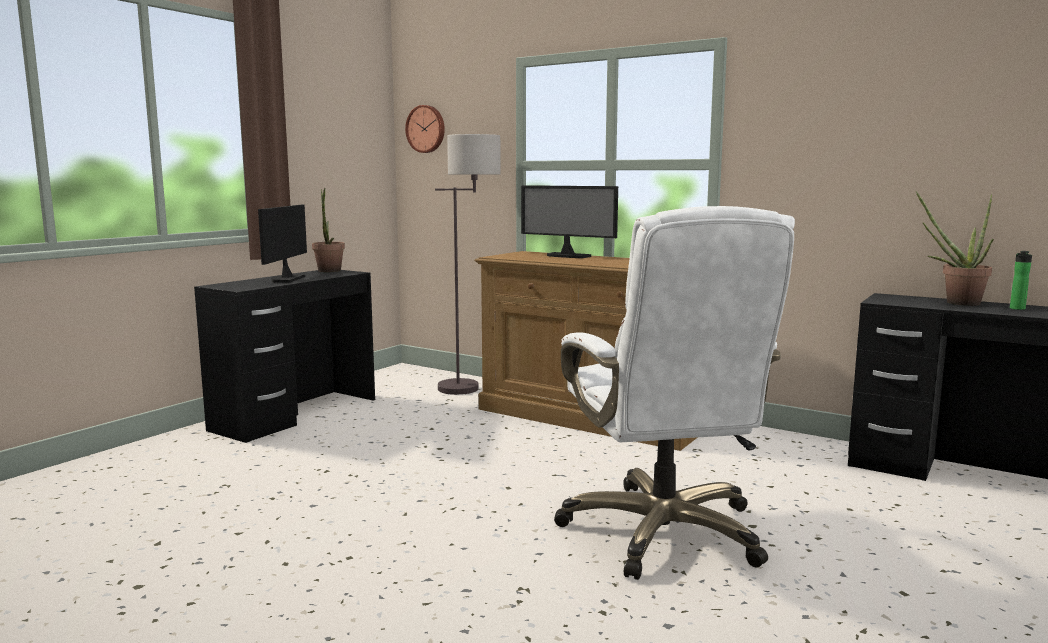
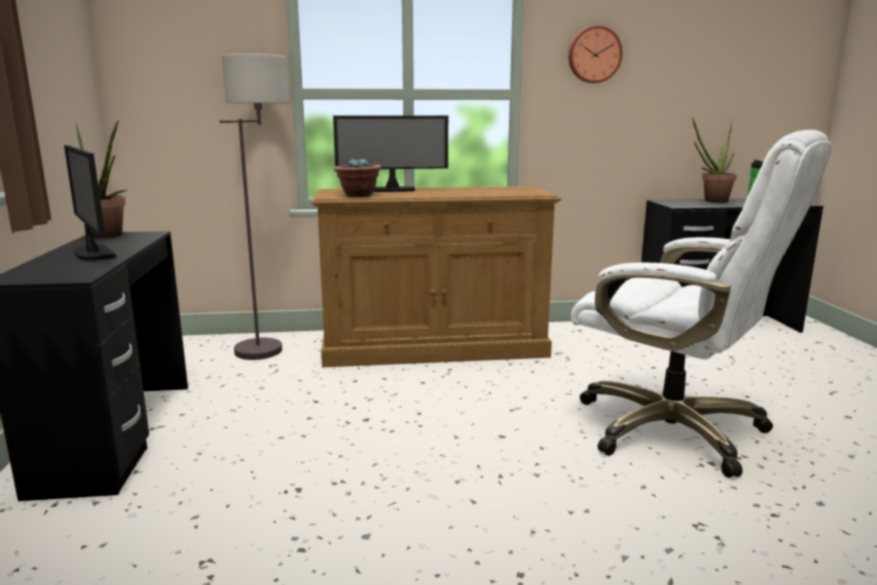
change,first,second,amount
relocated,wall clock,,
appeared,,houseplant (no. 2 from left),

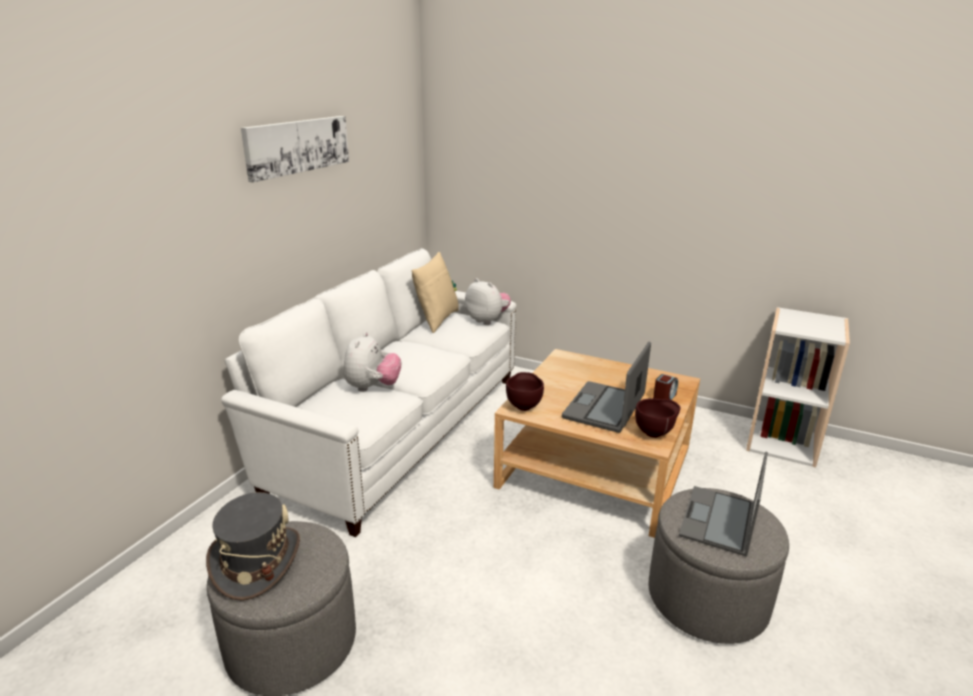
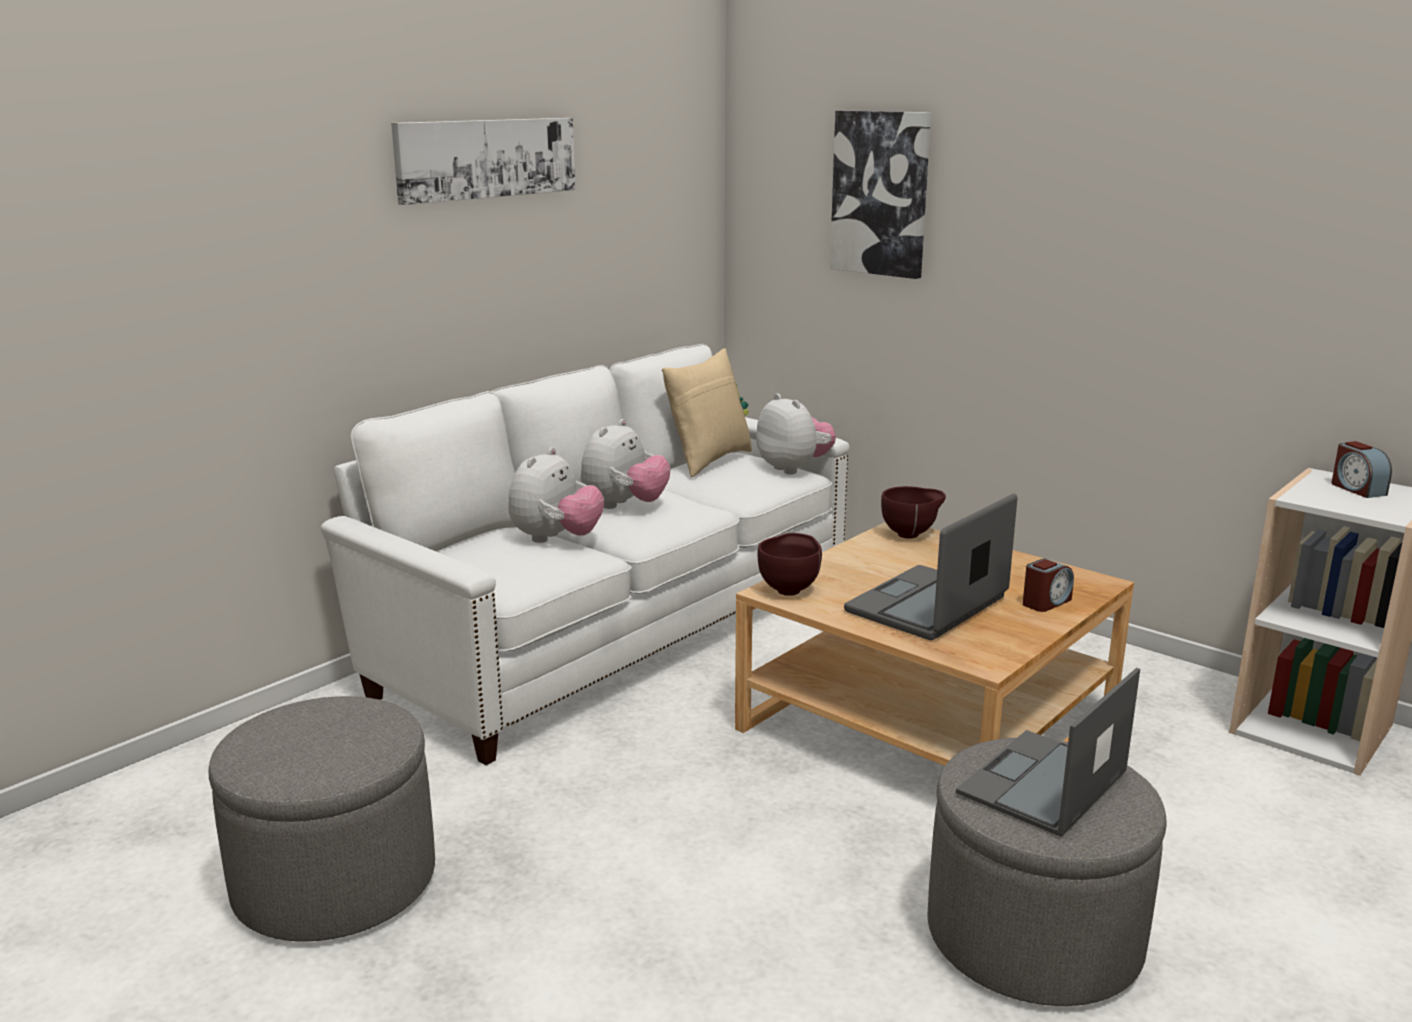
change,first,second,amount
missing,wearable hat (gray),,
relocated,serving bowl (brown-coloured) (no. 2 from left),,
appeared,,cuddly toy (no. 2 from left),
appeared,,wall art (no. 2 from left),
appeared,,bedside clock (no. 2 from left),

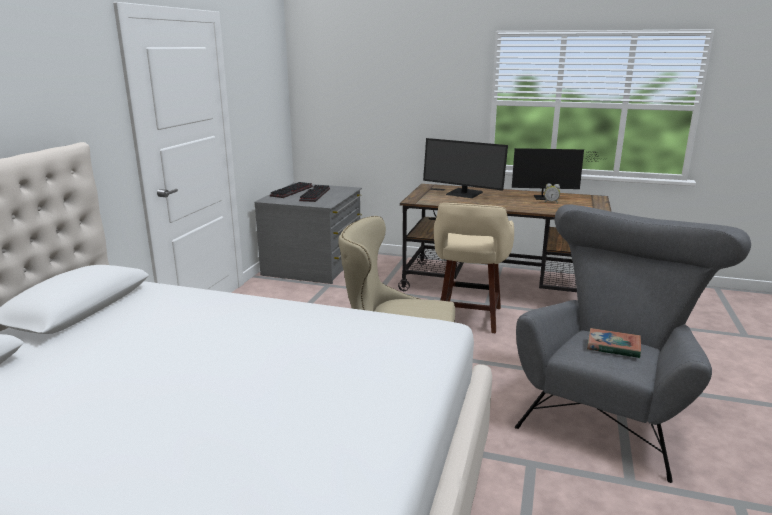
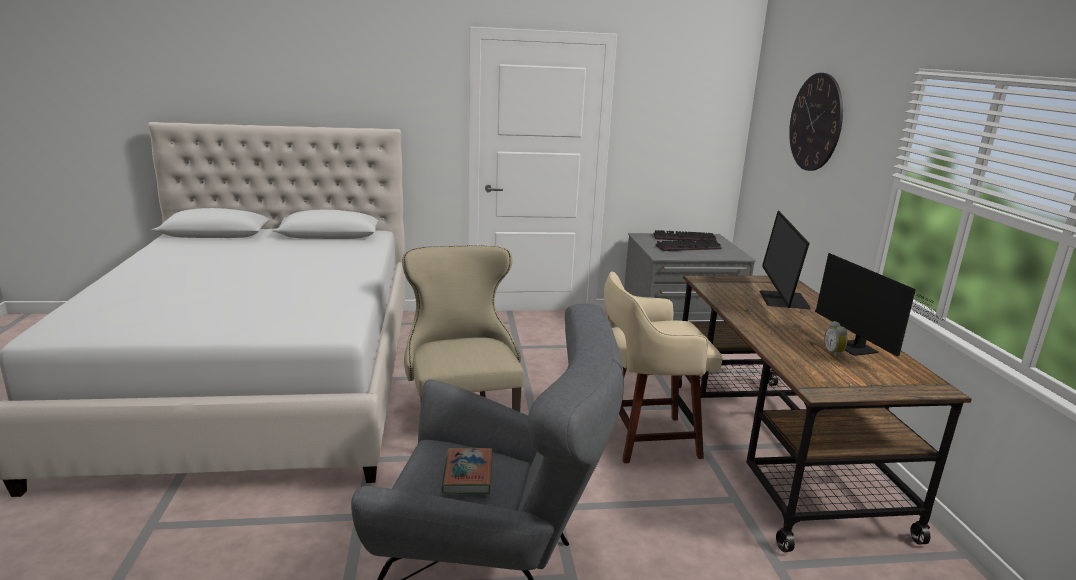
change,first,second,amount
appeared,,wall clock,

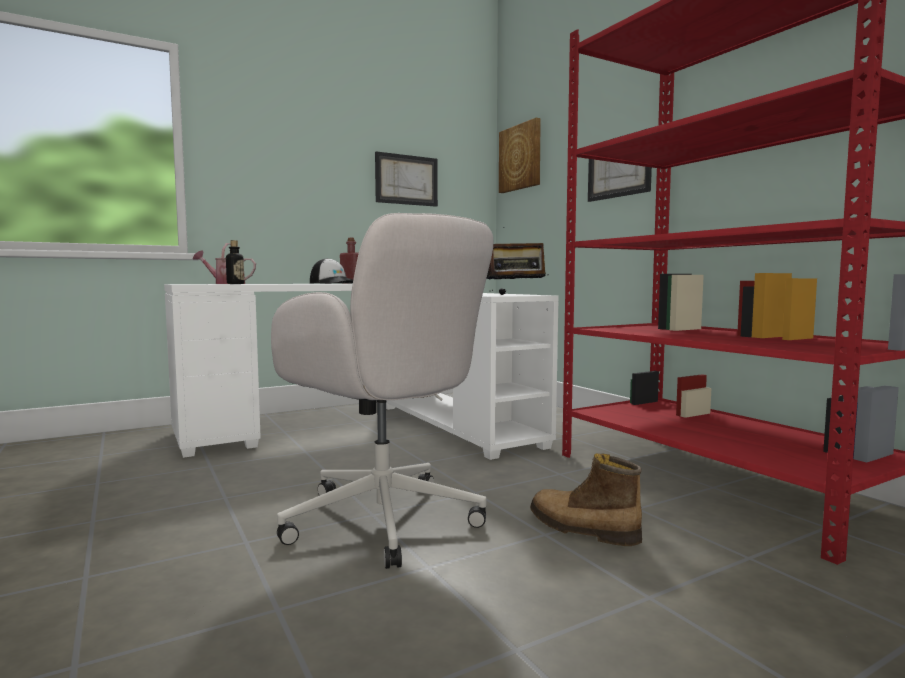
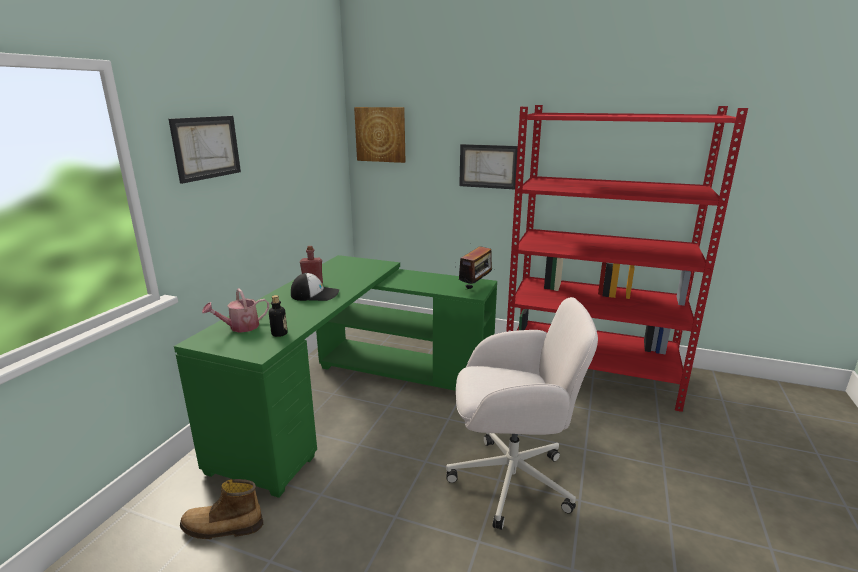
change,first,second,amount
colour,desk table (white-coloured),desk table (greenish),
relocated,wall art (no. 1 from left),,
relocated,tall boot,,

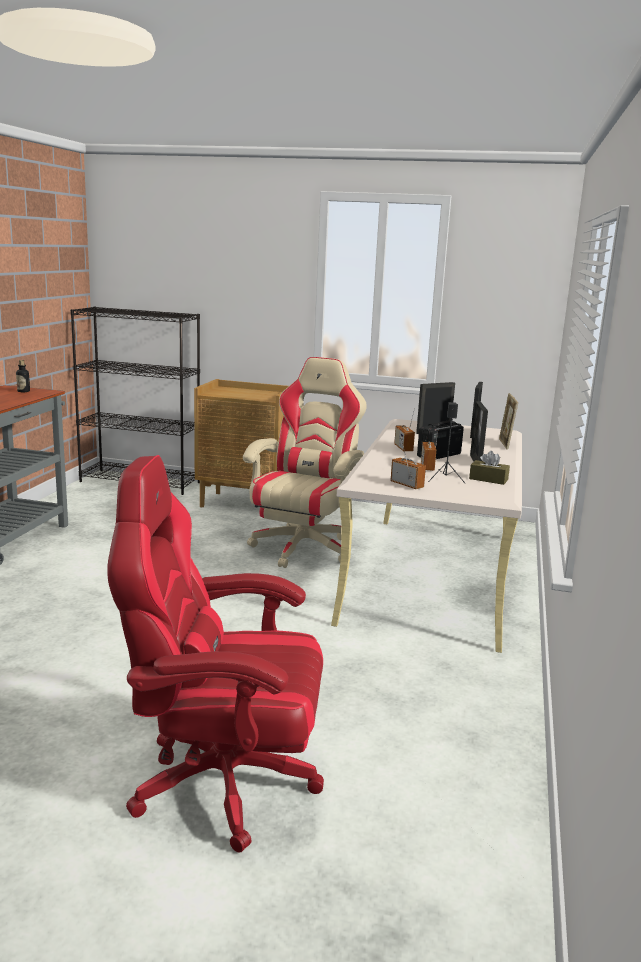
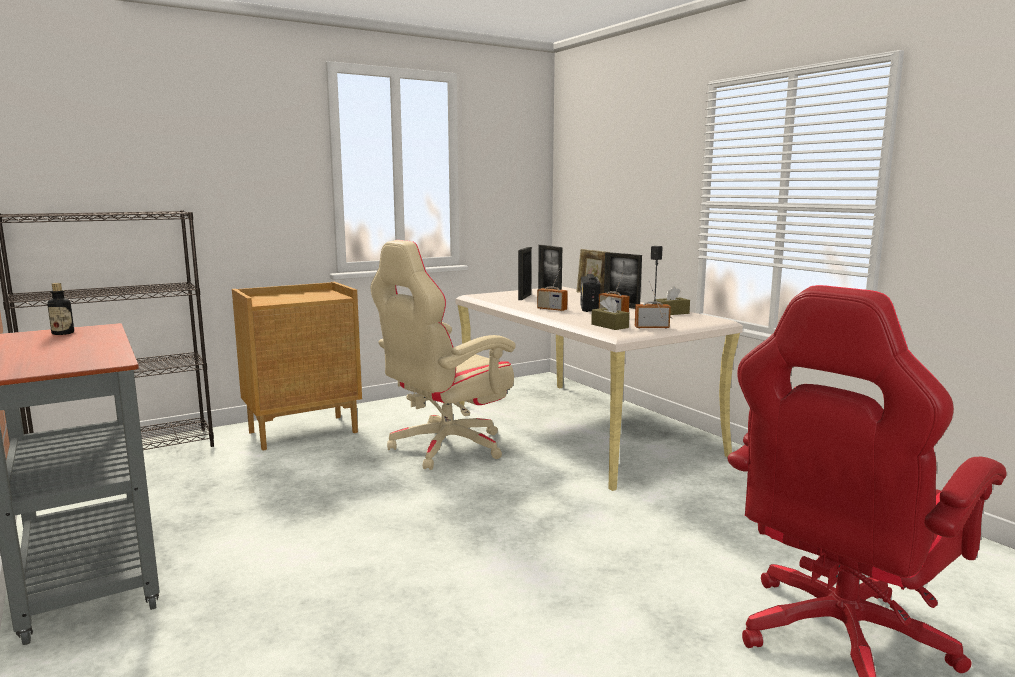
change,first,second,amount
spun,computer chair (sand-coloured),,105 degrees counterclockwise
appeared,,tissue holder (brown-coloured) (no. 1 from left),

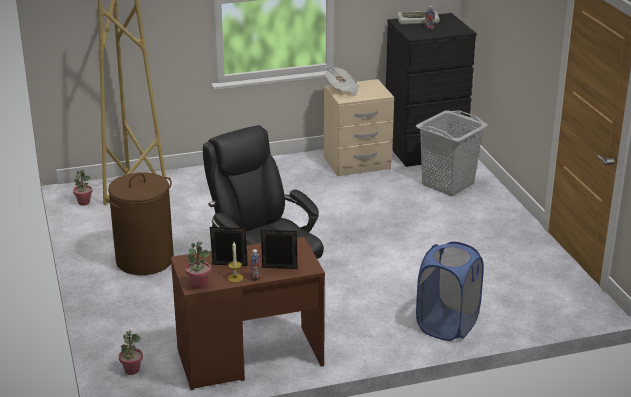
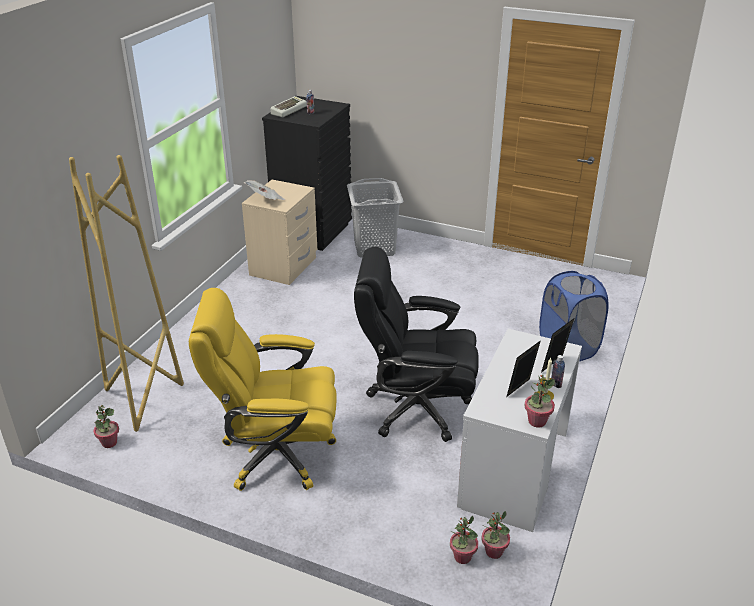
change,first,second,amount
exchanged,hamper (brown-coloured),computer chair (yellow),
colour,desk table (brown-coloured),desk table (white-coloured),
appeared,,houseplant (no. 3 from left),

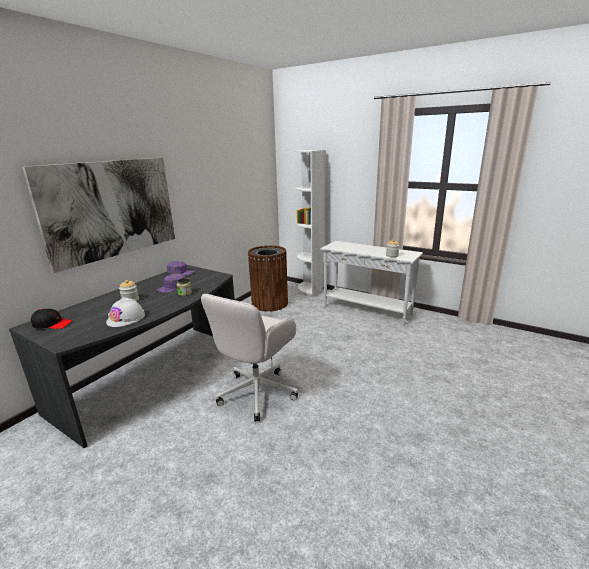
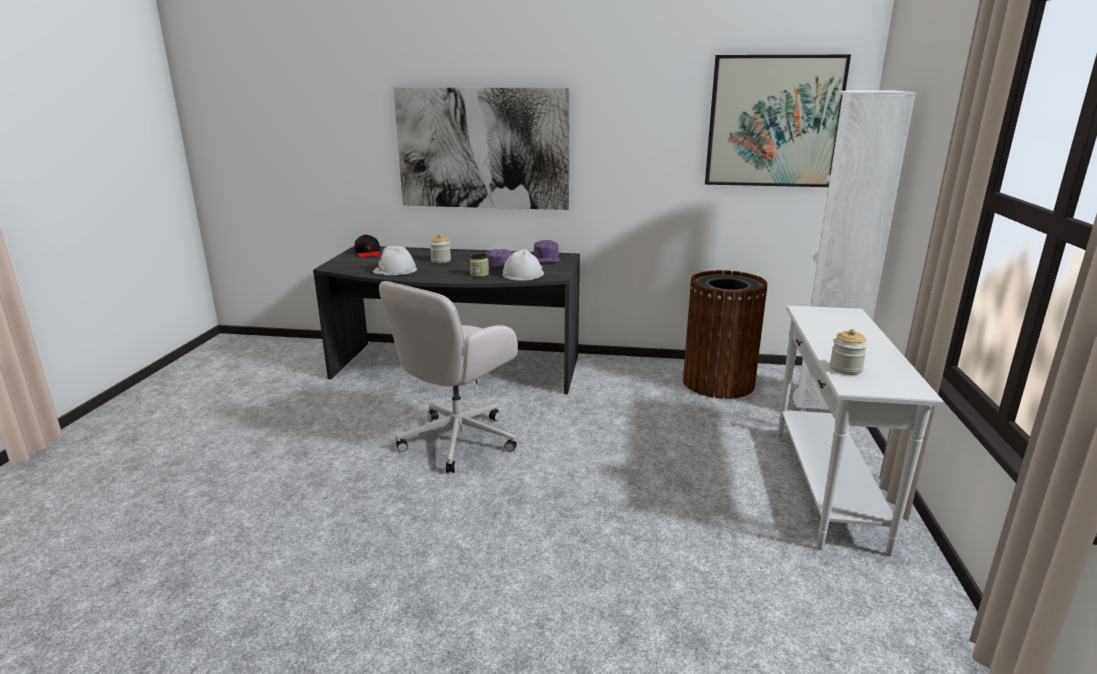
change,first,second,amount
spun,computer chair (white-coloured),,60 degrees counterclockwise
appeared,,safety helmet (white-coloured) (no. 2 from left),
appeared,,wall art (no. 2 from left),

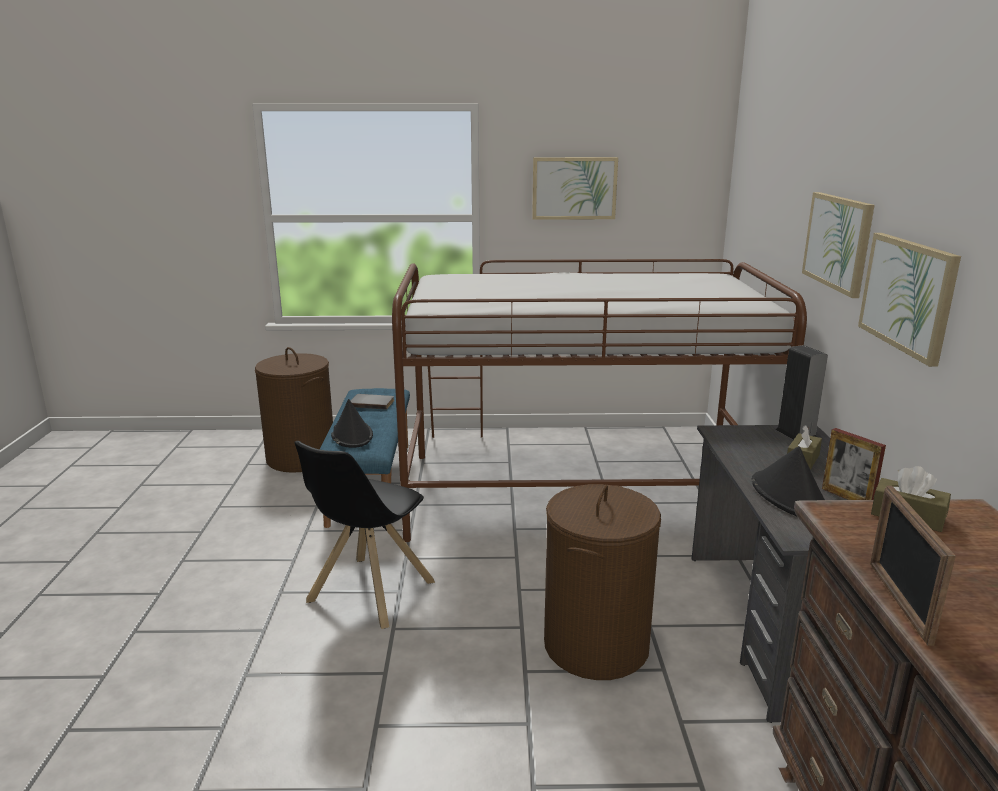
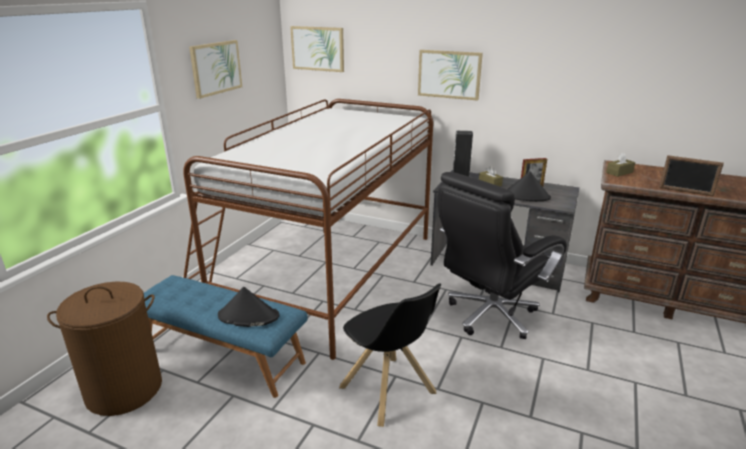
change,first,second,amount
missing,book (gray),,
exchanged,hamper (brown-coloured) (no. 2 from left),computer chair (black-coloured),
relocated,wall art (no. 3 from left in the first image),wall art (no. 2 from left),

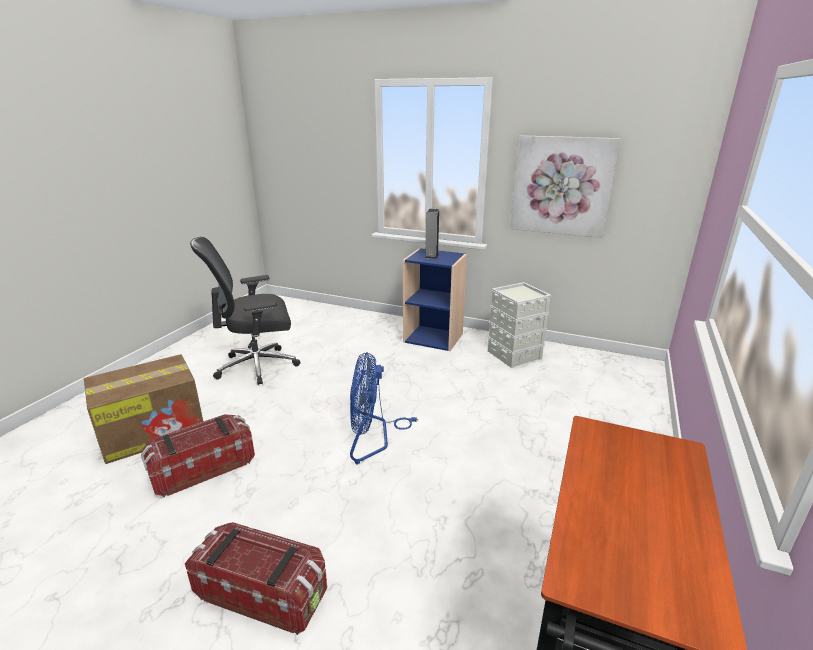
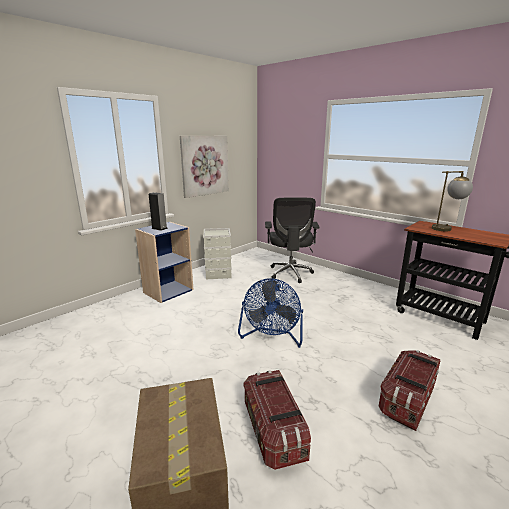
change,first,second,amount
relocated,computer chair,,
appeared,,lamp for a table,

